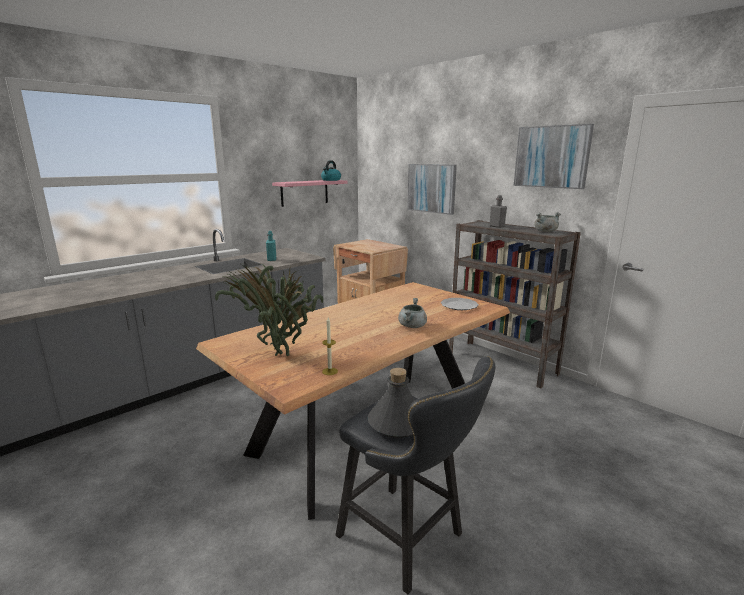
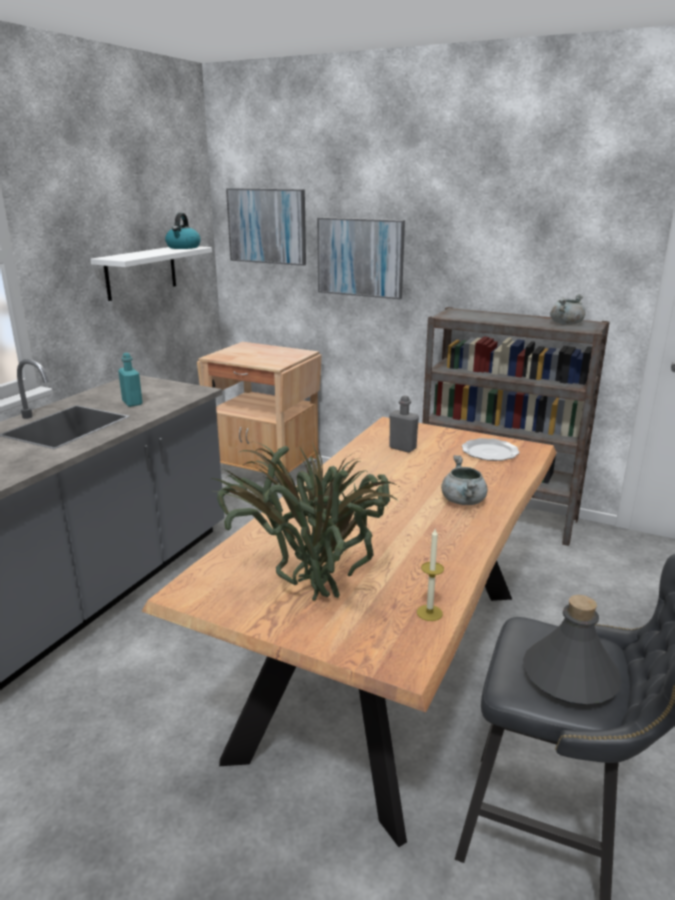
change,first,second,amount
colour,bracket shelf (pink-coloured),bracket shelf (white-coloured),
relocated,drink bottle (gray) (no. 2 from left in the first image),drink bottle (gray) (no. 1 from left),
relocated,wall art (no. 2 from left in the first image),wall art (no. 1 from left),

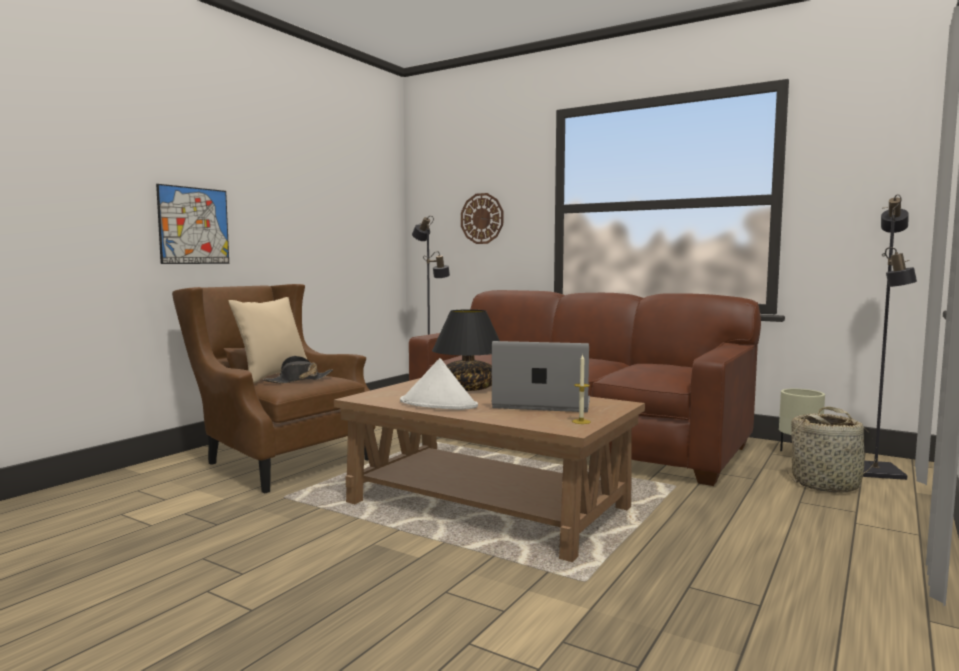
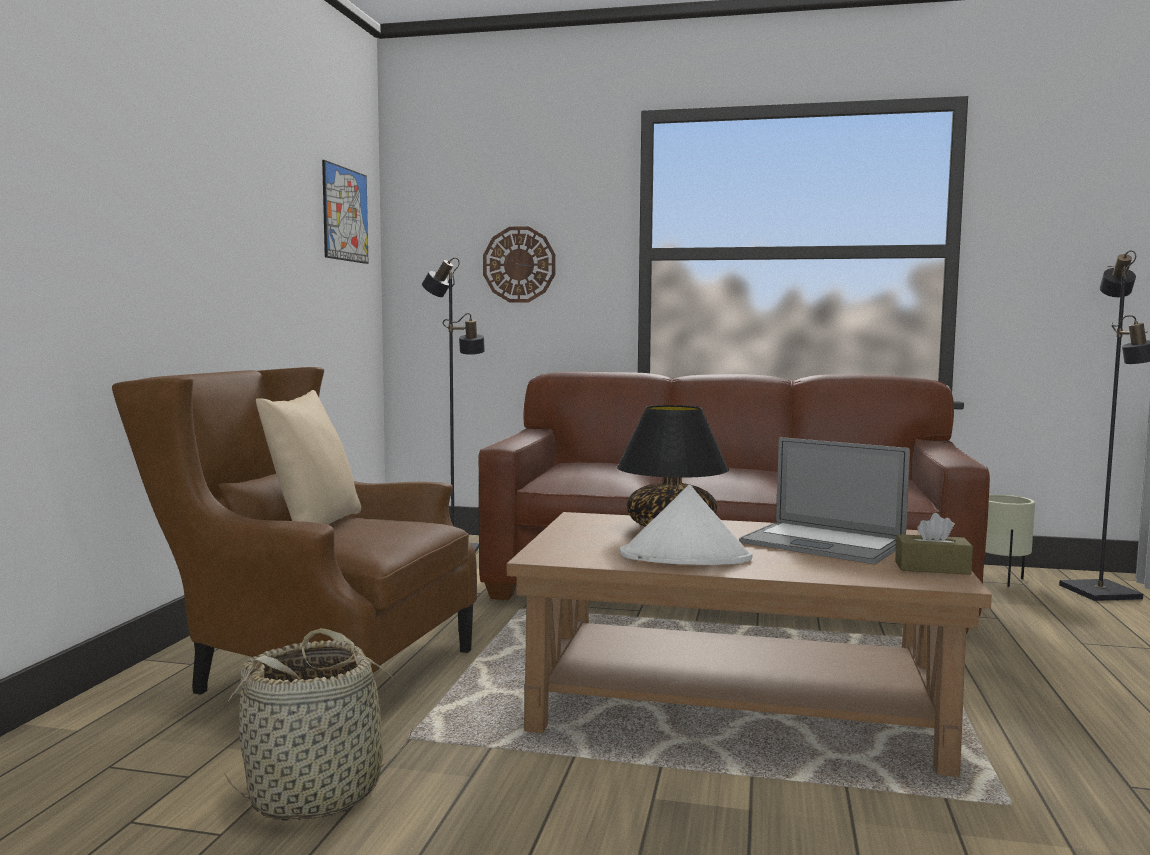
change,first,second,amount
relocated,wall art,,
missing,wearable hat (black-coloured),,
spun,portable computer,,135 degrees counterclockwise
exchanged,wax candle,tissue holder (brown-coloured),
relocated,basket,,

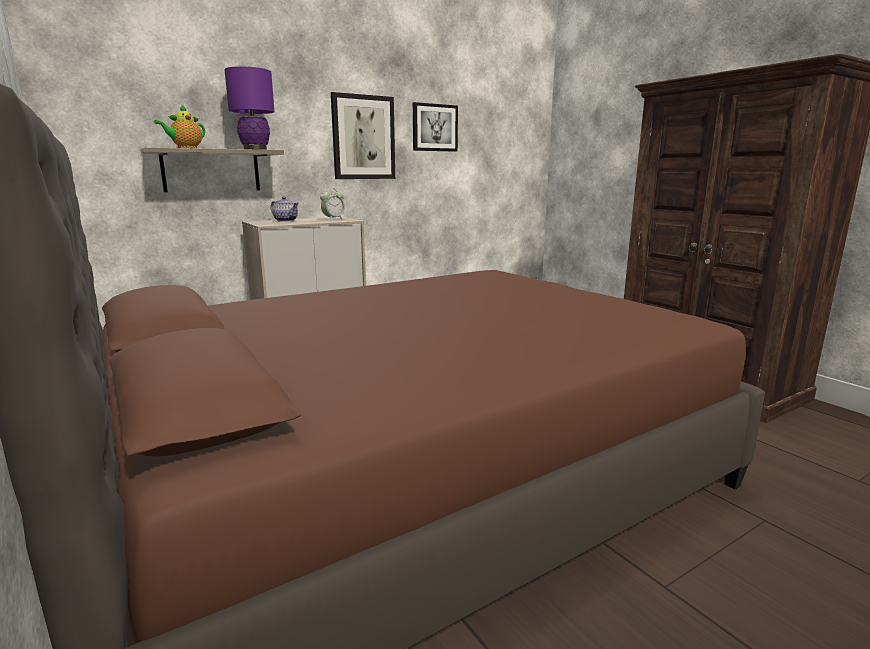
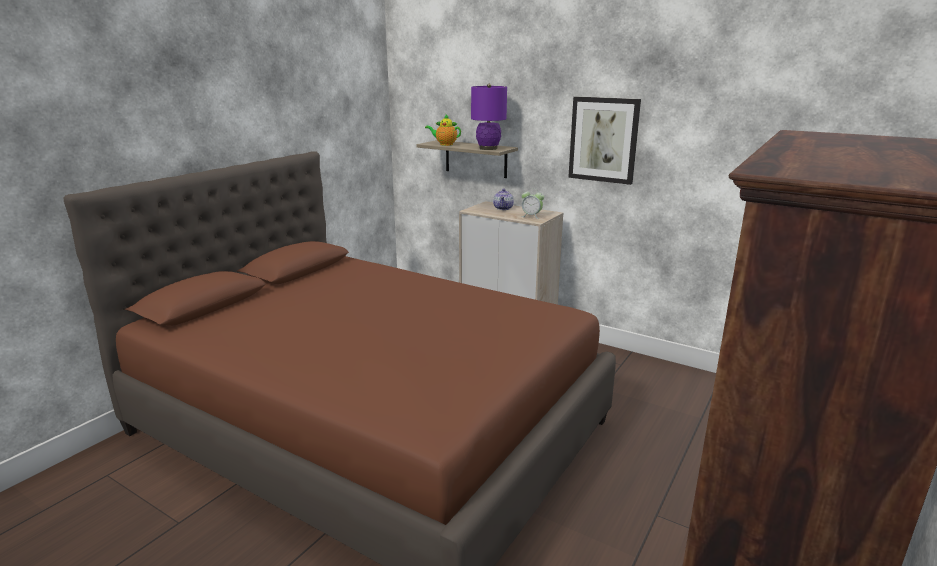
change,first,second,amount
missing,wall art (no. 2 from left),,

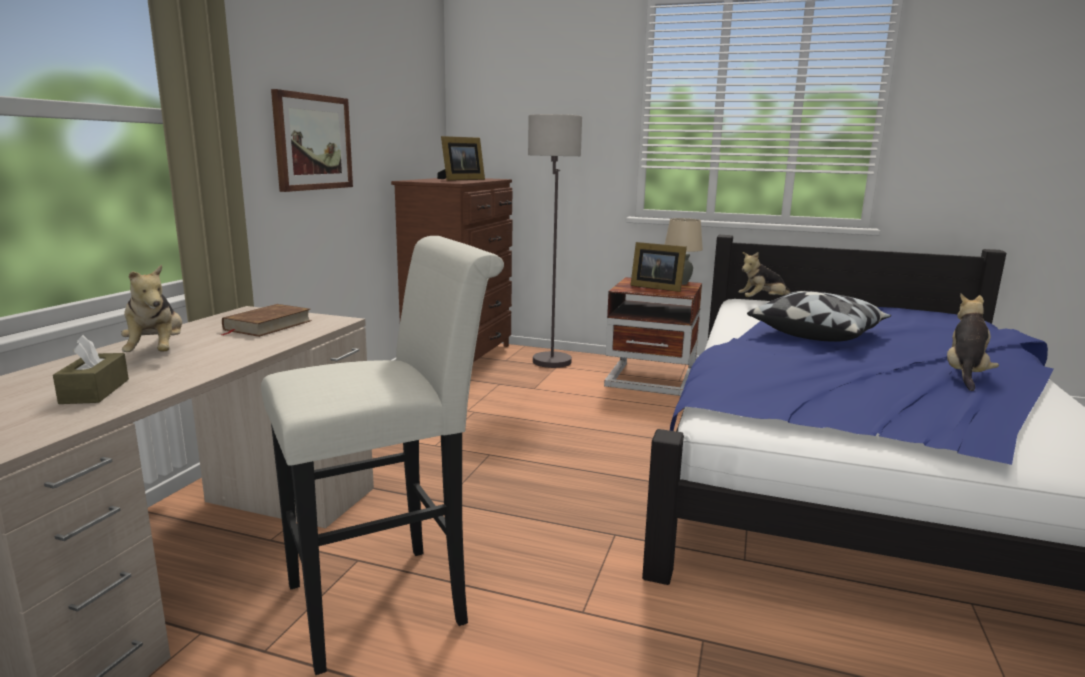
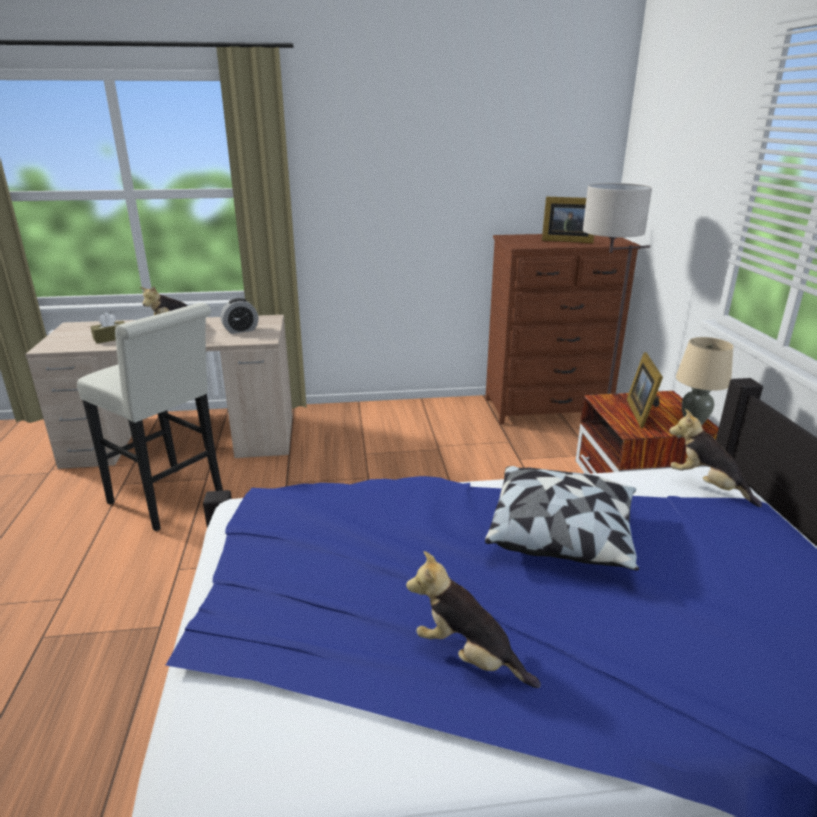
change,first,second,amount
exchanged,book (brown-coloured),bedside clock,
missing,wall art,,
spun,cuddly toy (no. 3 from left in the first image),cuddly toy (no. 2 from left),150 degrees counterclockwise

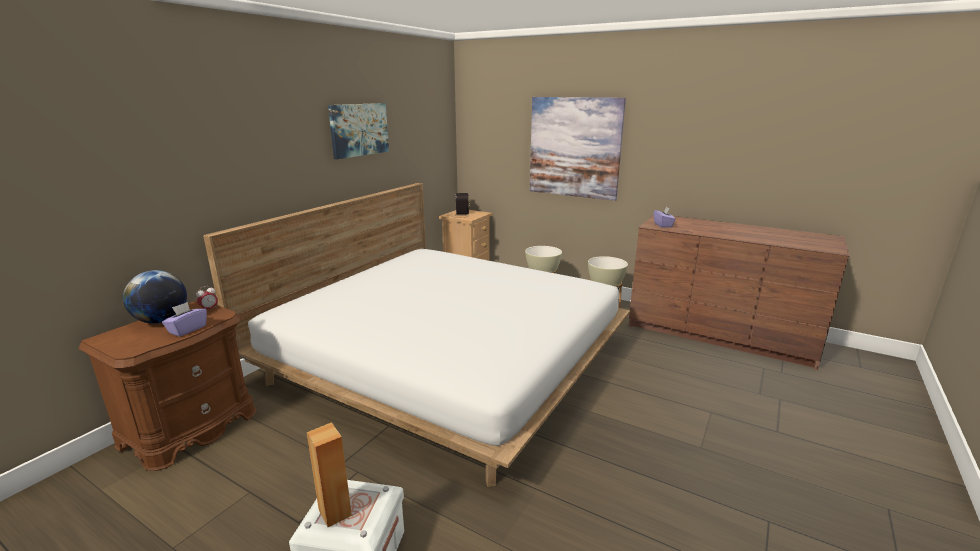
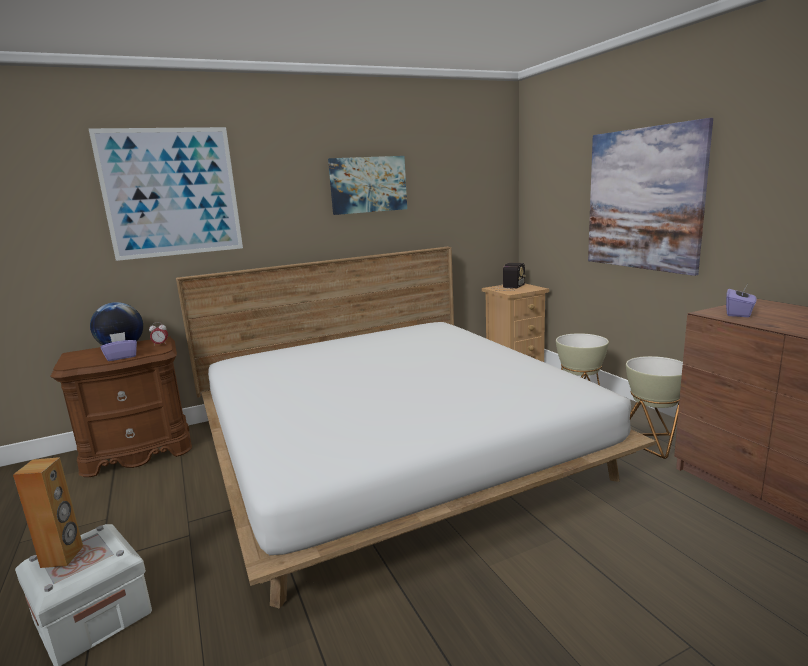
change,first,second,amount
appeared,,wall art (no. 1 from left),

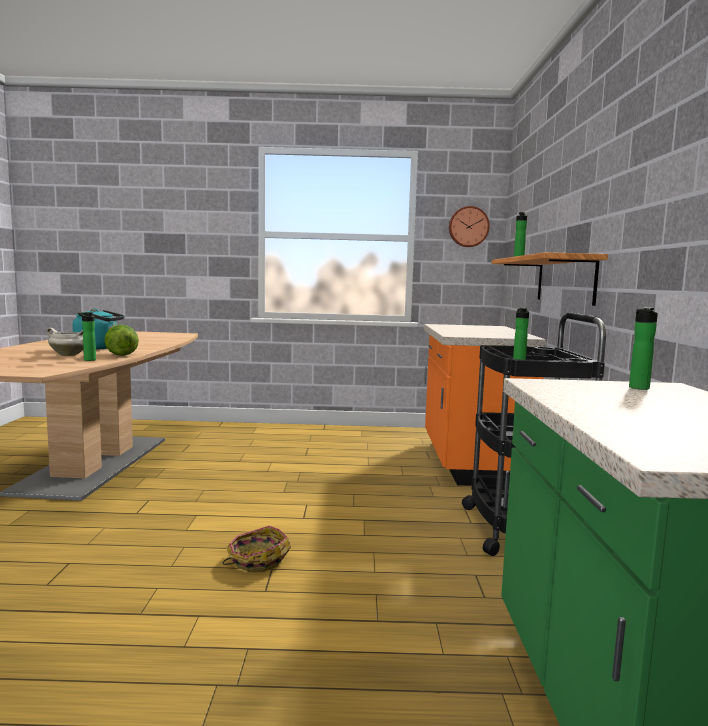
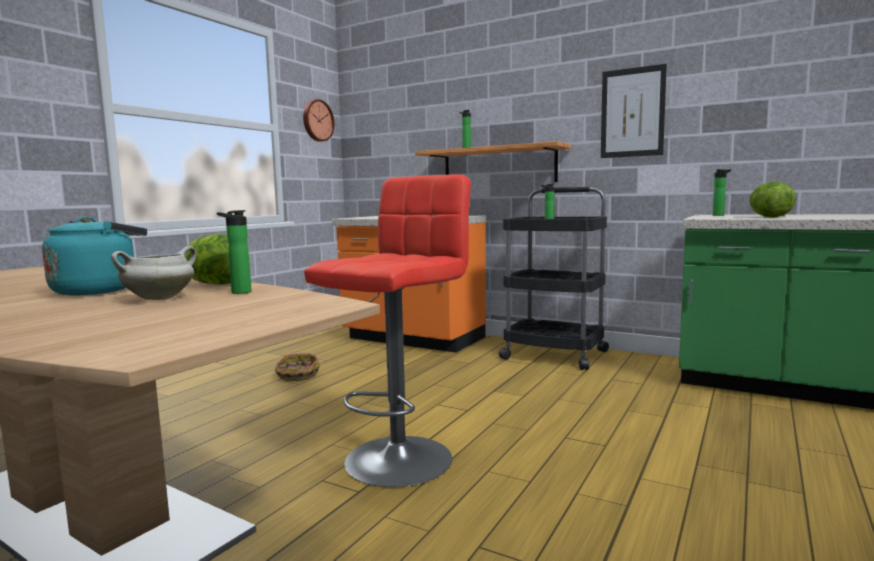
change,first,second,amount
relocated,basket,,
appeared,,stool (red),
appeared,,wall art,
appeared,,head of lettuce (no. 2 from left),

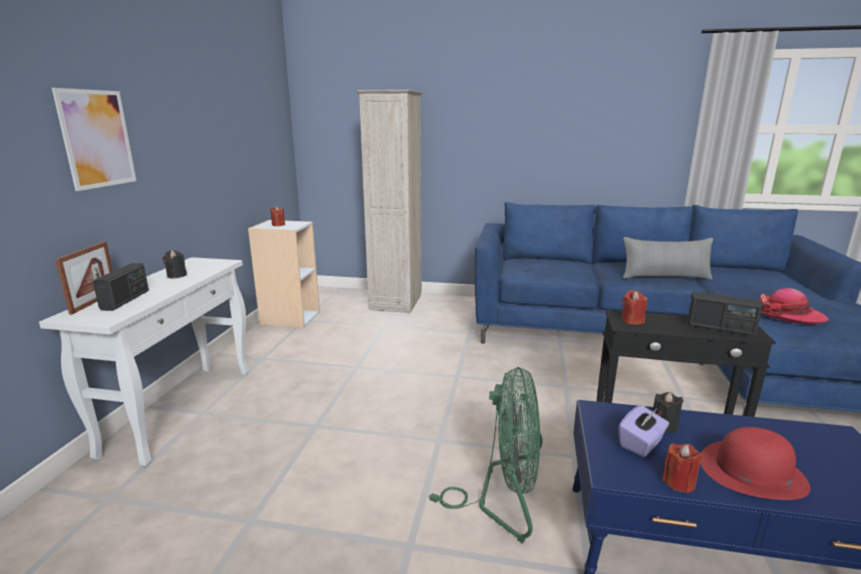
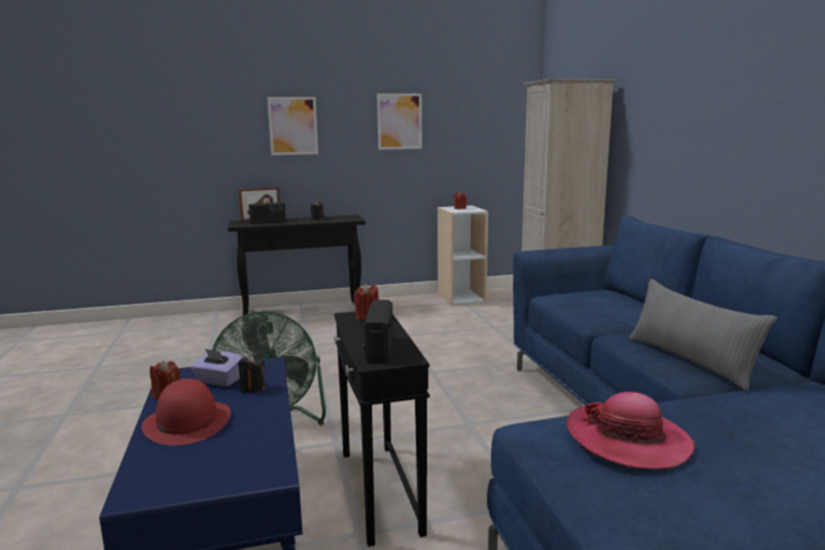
change,first,second,amount
colour,hall table (white-coloured),hall table (black-coloured),
appeared,,wall art (no. 2 from left),

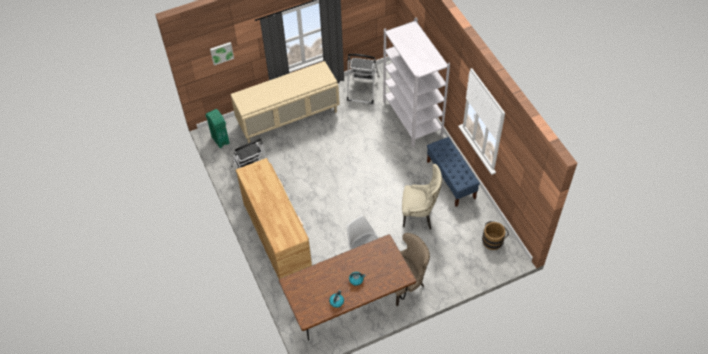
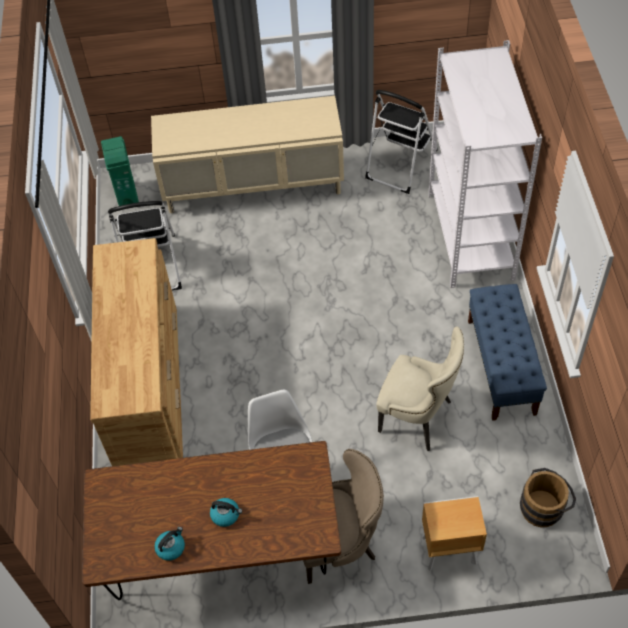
change,first,second,amount
missing,wall art,,
appeared,,night table (brown-coloured),

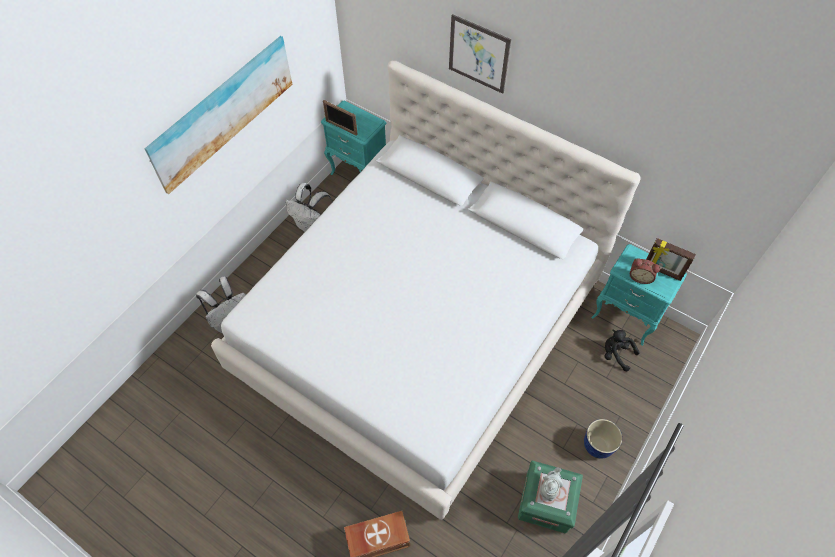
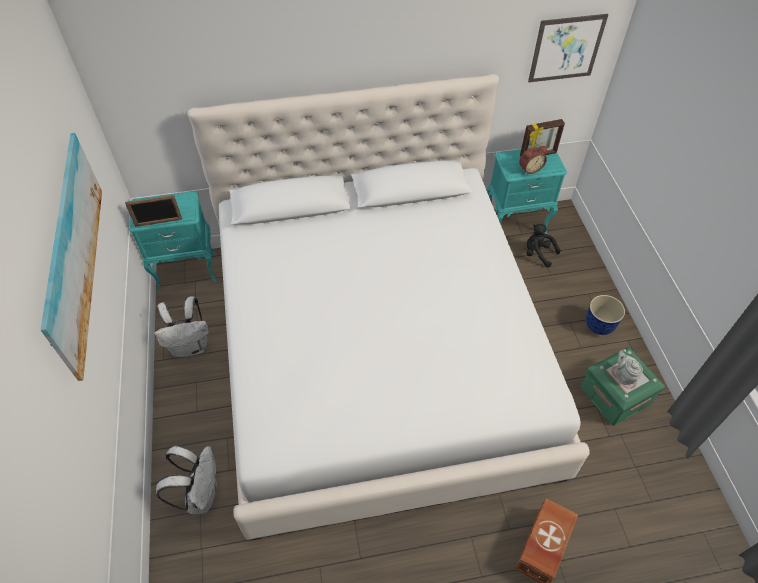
change,first,second,amount
relocated,wall art (no. 2 from left),,
spun,cuddly toy (black-coloured),,45 degrees clockwise

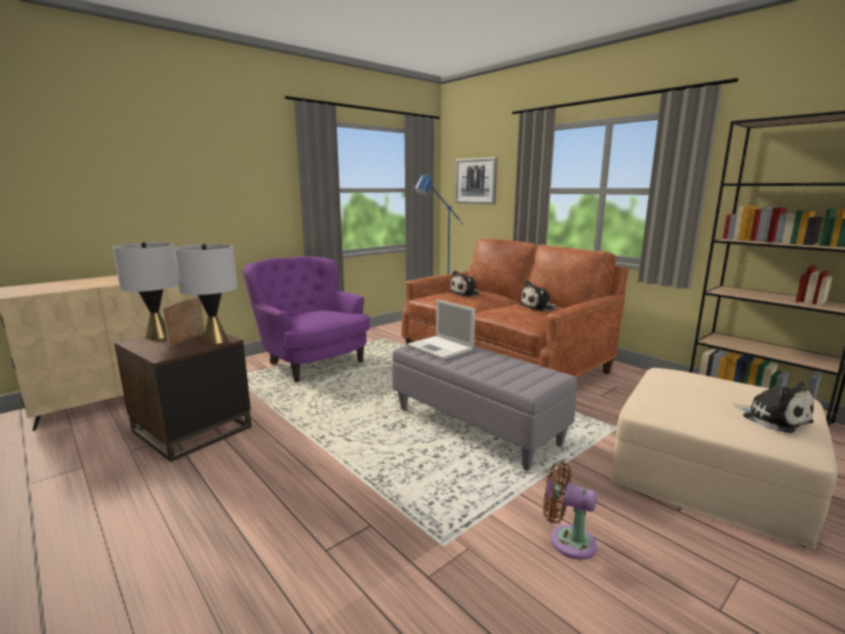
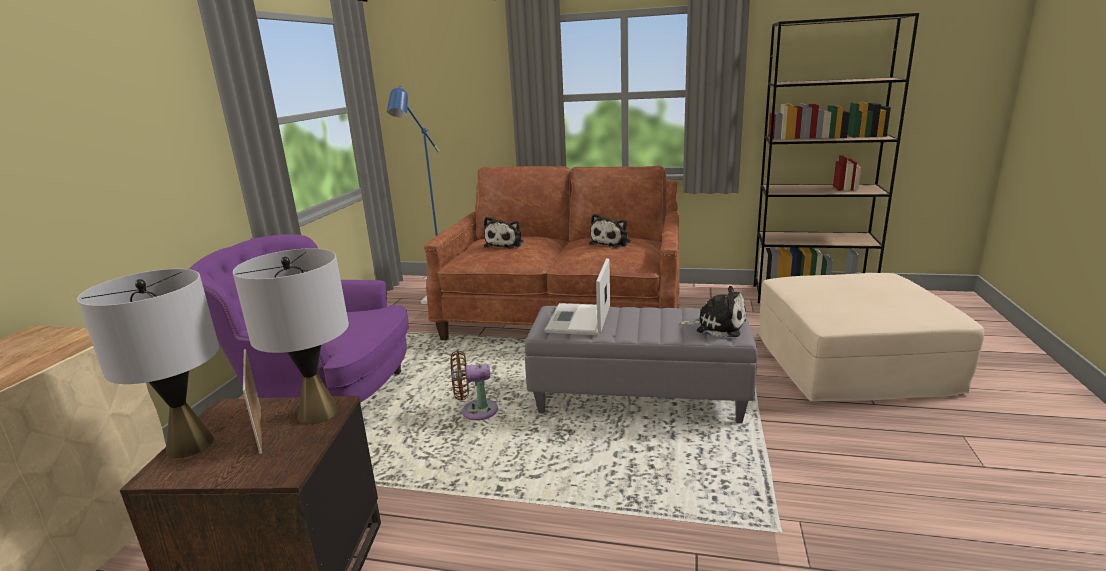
change,first,second,amount
spun,portable computer,,90 degrees clockwise
missing,wall art,,
relocated,electric fan (brown-coloured),,
relocated,cuddly toy (no. 3 from left),,

